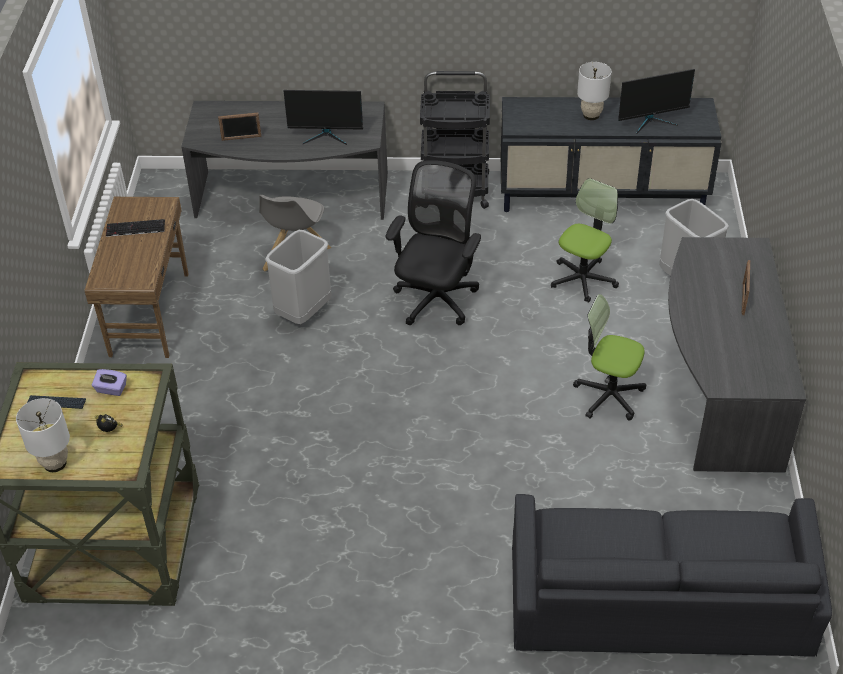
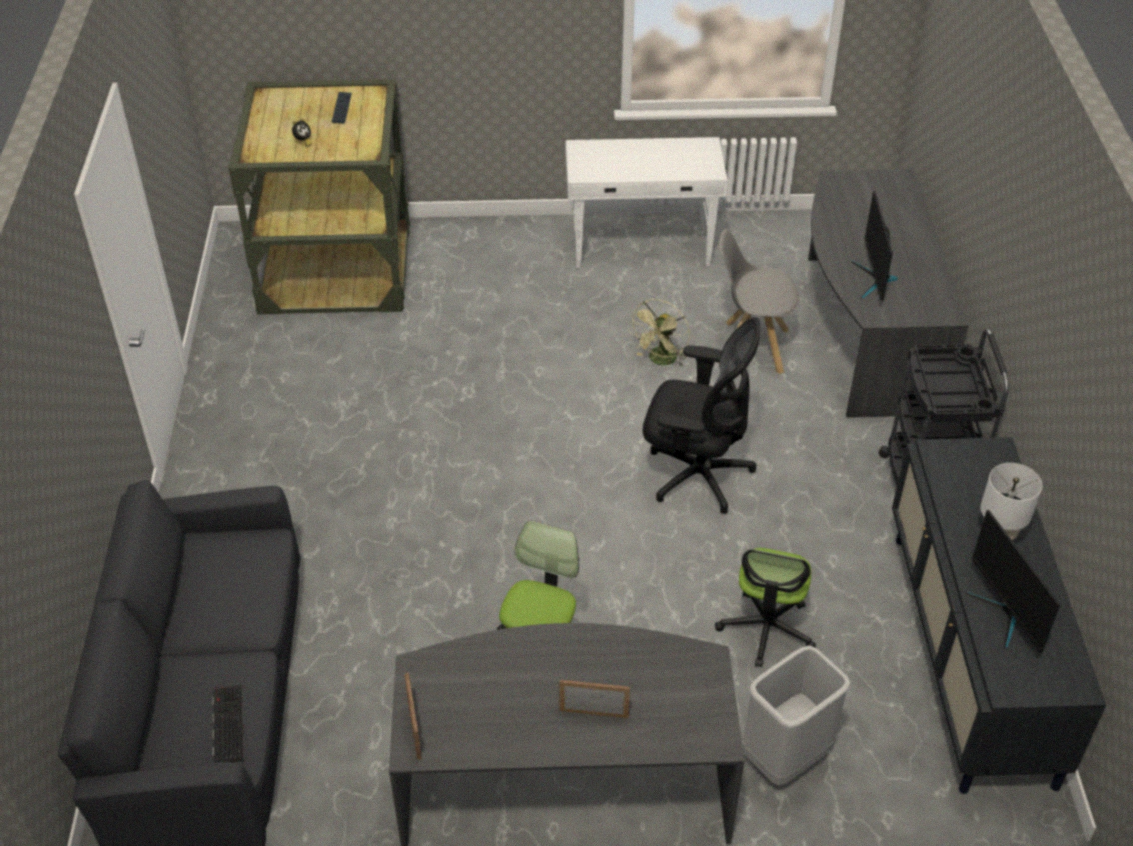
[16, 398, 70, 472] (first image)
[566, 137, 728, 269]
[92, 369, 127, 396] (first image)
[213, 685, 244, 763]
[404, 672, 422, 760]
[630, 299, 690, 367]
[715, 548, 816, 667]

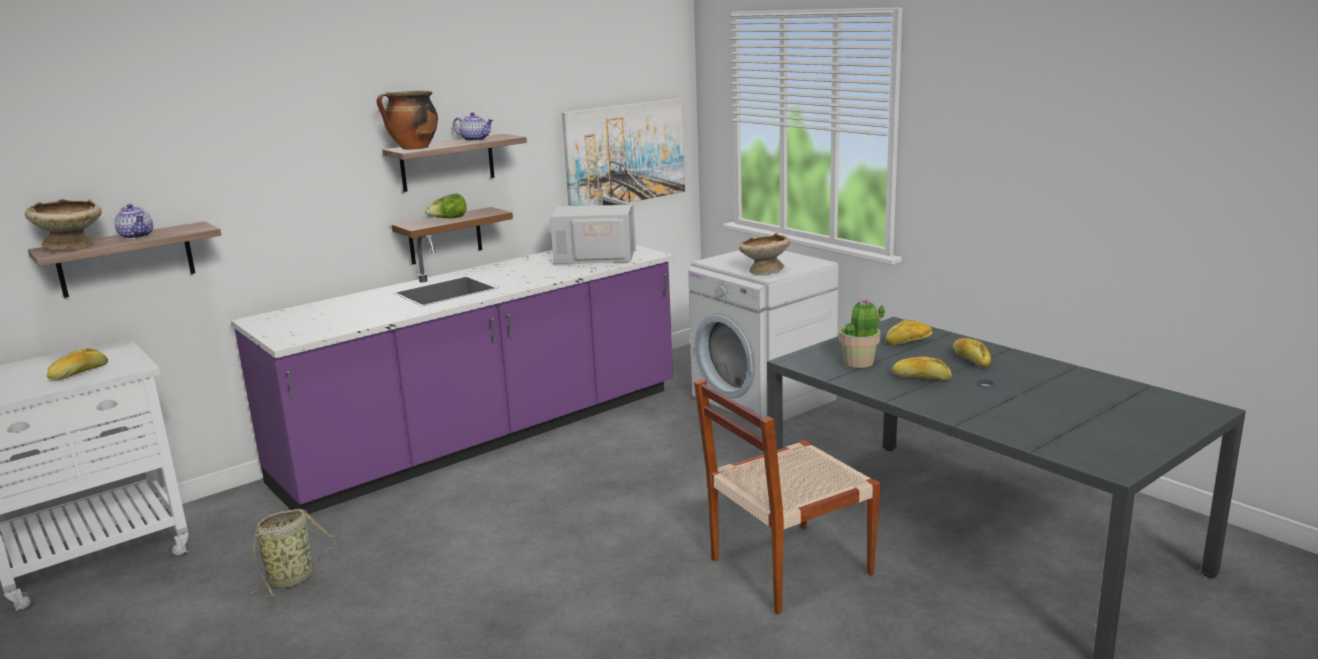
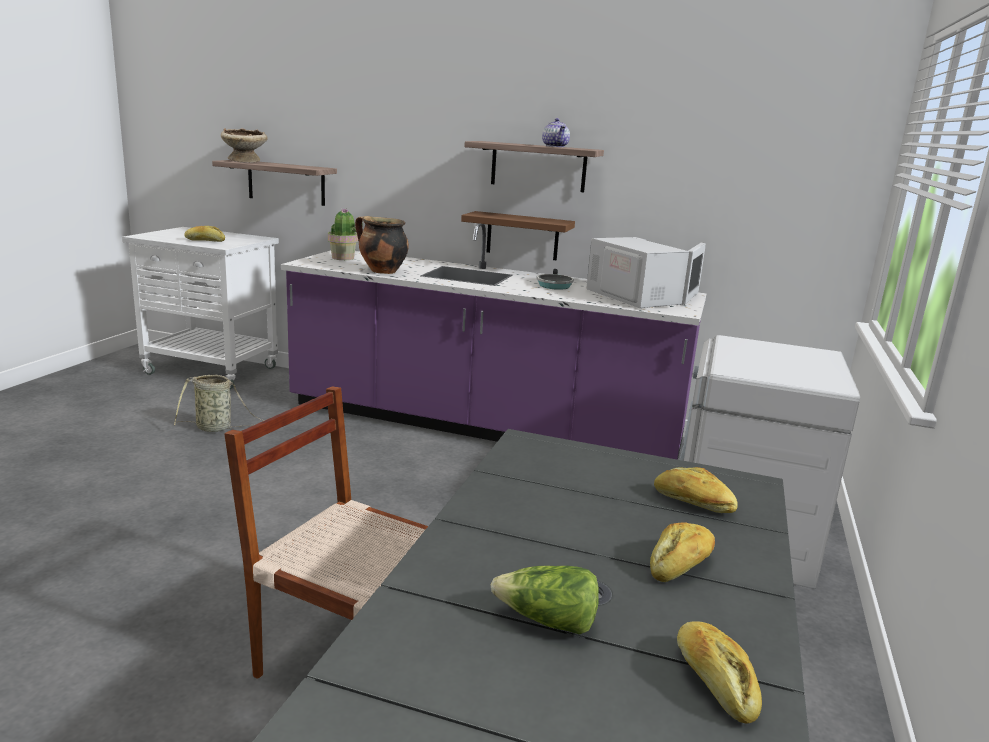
[114, 204, 153, 239] (first image)
[355, 216, 409, 274]
[491, 566, 599, 635]
[562, 98, 685, 206] (first image)
[739, 233, 790, 274] (first image)
[328, 208, 358, 260]
[677, 621, 762, 724]
[536, 269, 574, 290]

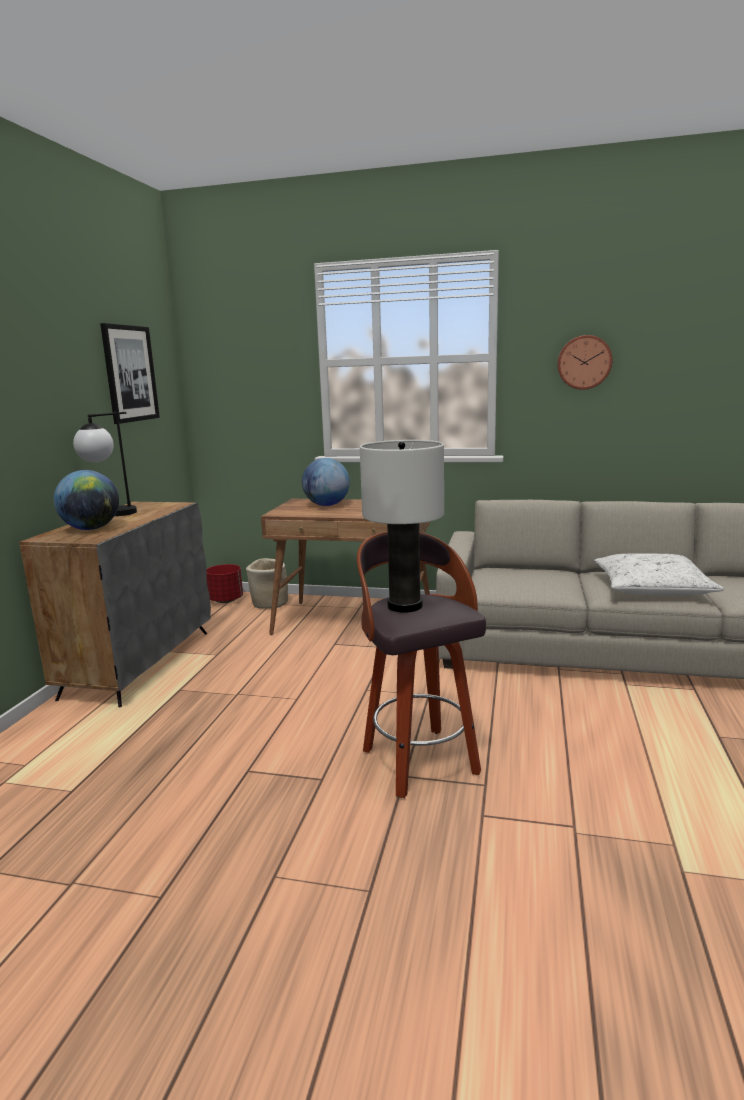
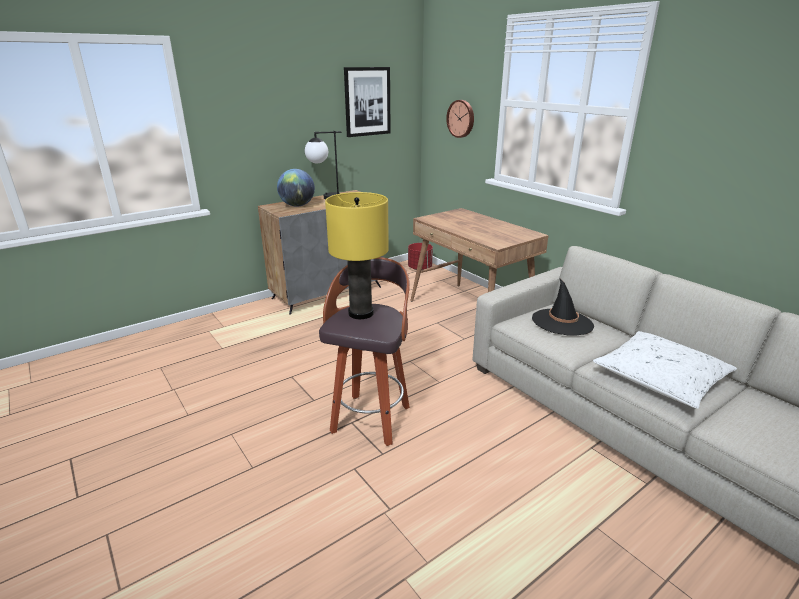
[246, 558, 288, 609] (first image)
[302, 458, 350, 506] (first image)
[325, 192, 389, 319]
[446, 100, 474, 138]
[532, 279, 594, 336]

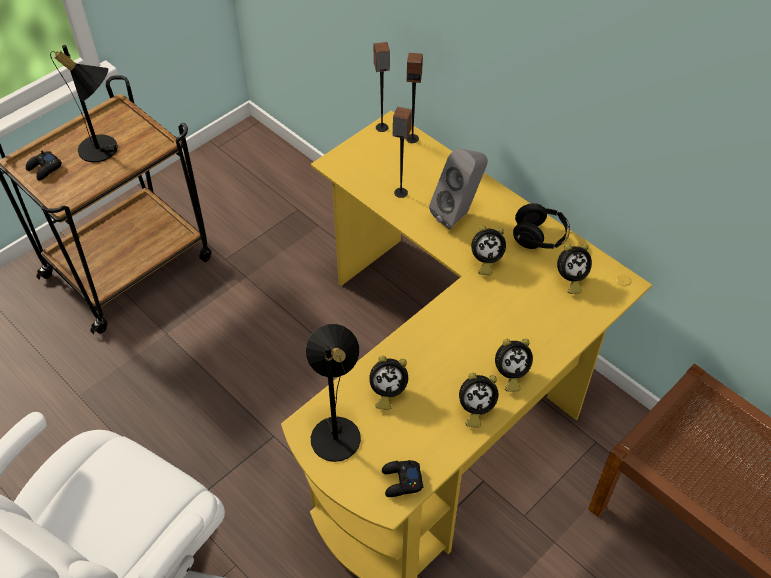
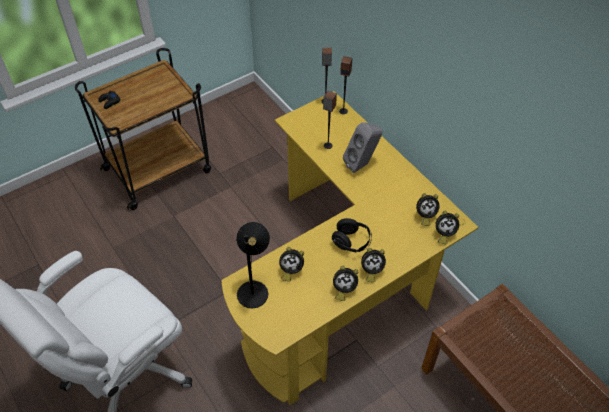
[50, 45, 118, 162] (first image)
[382, 460, 423, 497] (first image)
[435, 211, 459, 244]
[332, 218, 372, 253]

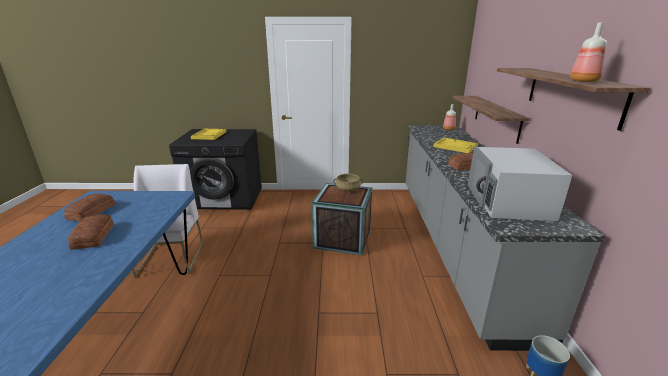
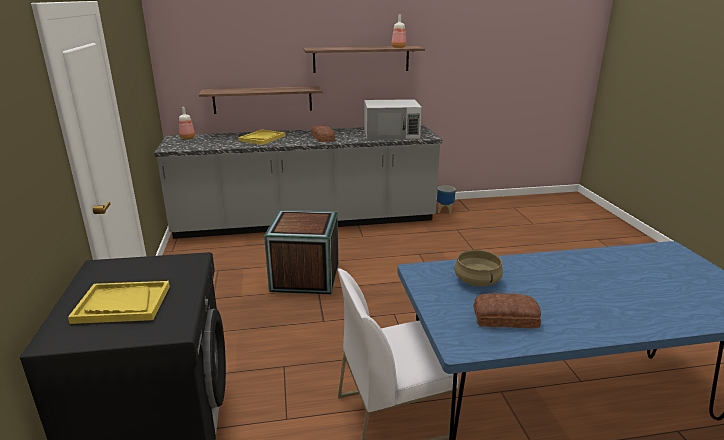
[68, 215, 114, 250] (first image)
[454, 249, 503, 286]

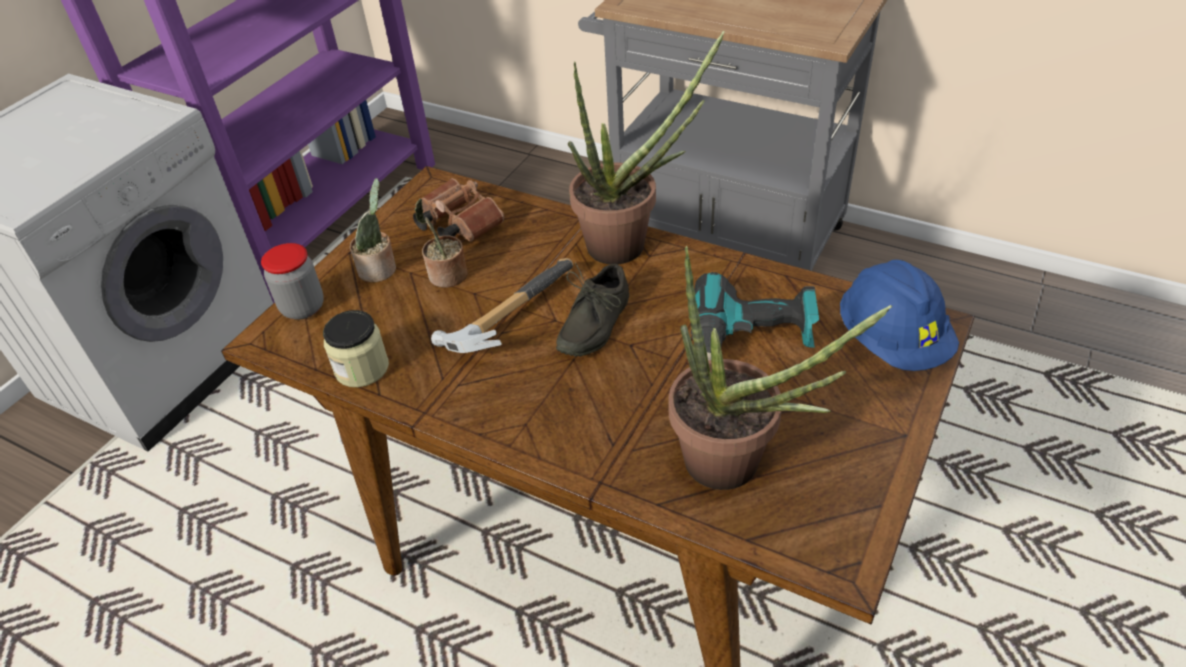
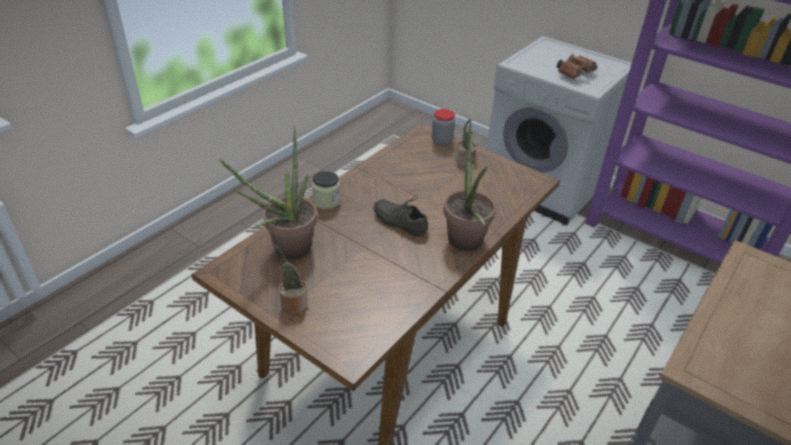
[312, 171, 340, 209]
[557, 54, 597, 79]
[273, 244, 308, 314]
[431, 258, 573, 353] (first image)
[691, 272, 819, 360] (first image)
[840, 260, 959, 371] (first image)

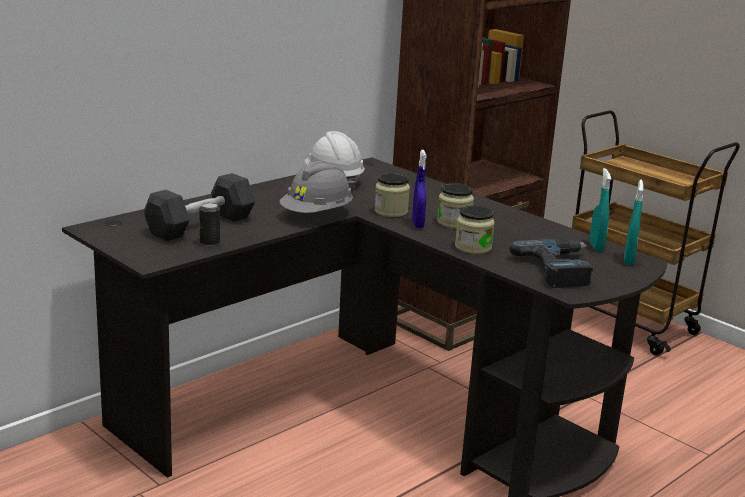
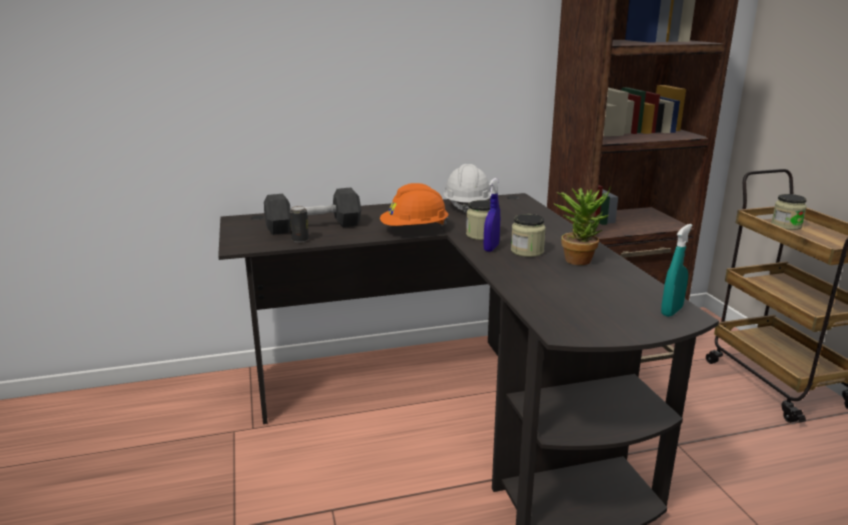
[380, 183, 448, 226]
[771, 194, 807, 230]
[509, 239, 594, 288] (first image)
[590, 168, 611, 252] (first image)
[555, 187, 611, 265]

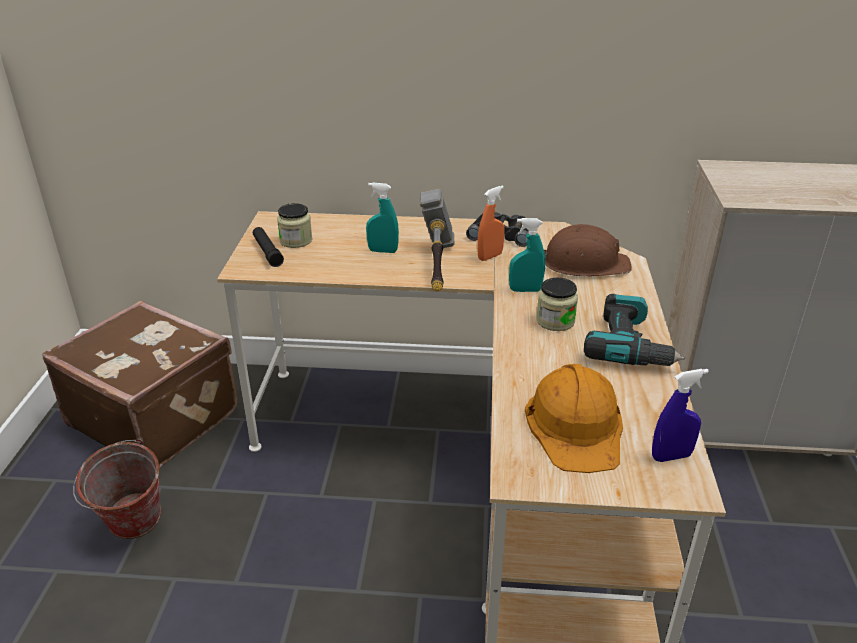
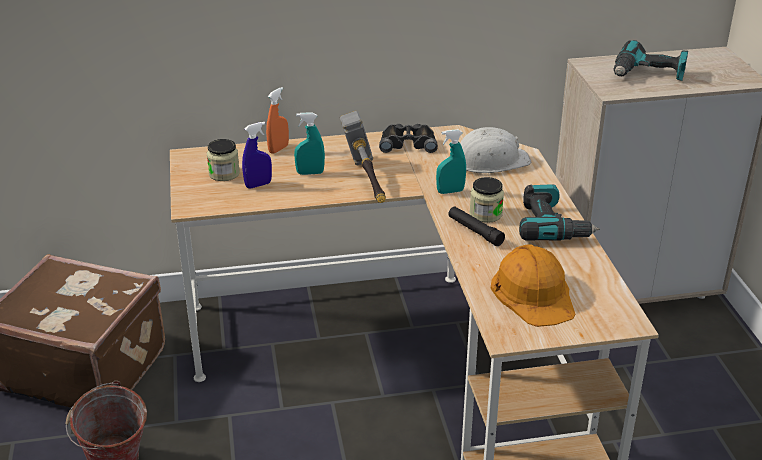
[449, 207, 505, 246]
[266, 87, 289, 154]
[460, 127, 531, 173]
[242, 122, 272, 188]
[613, 40, 688, 81]

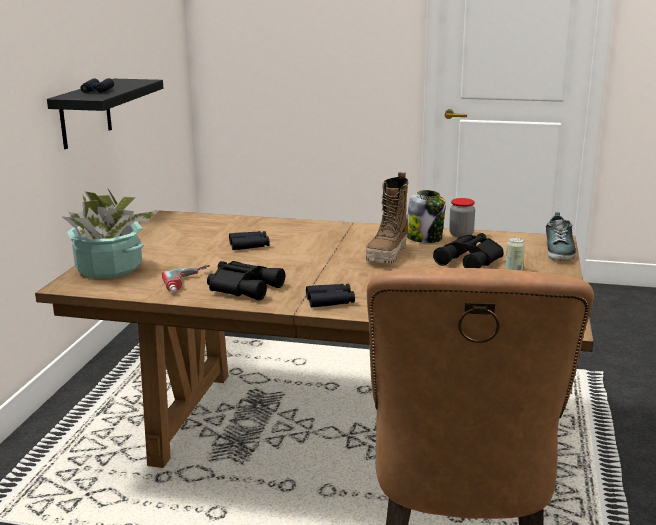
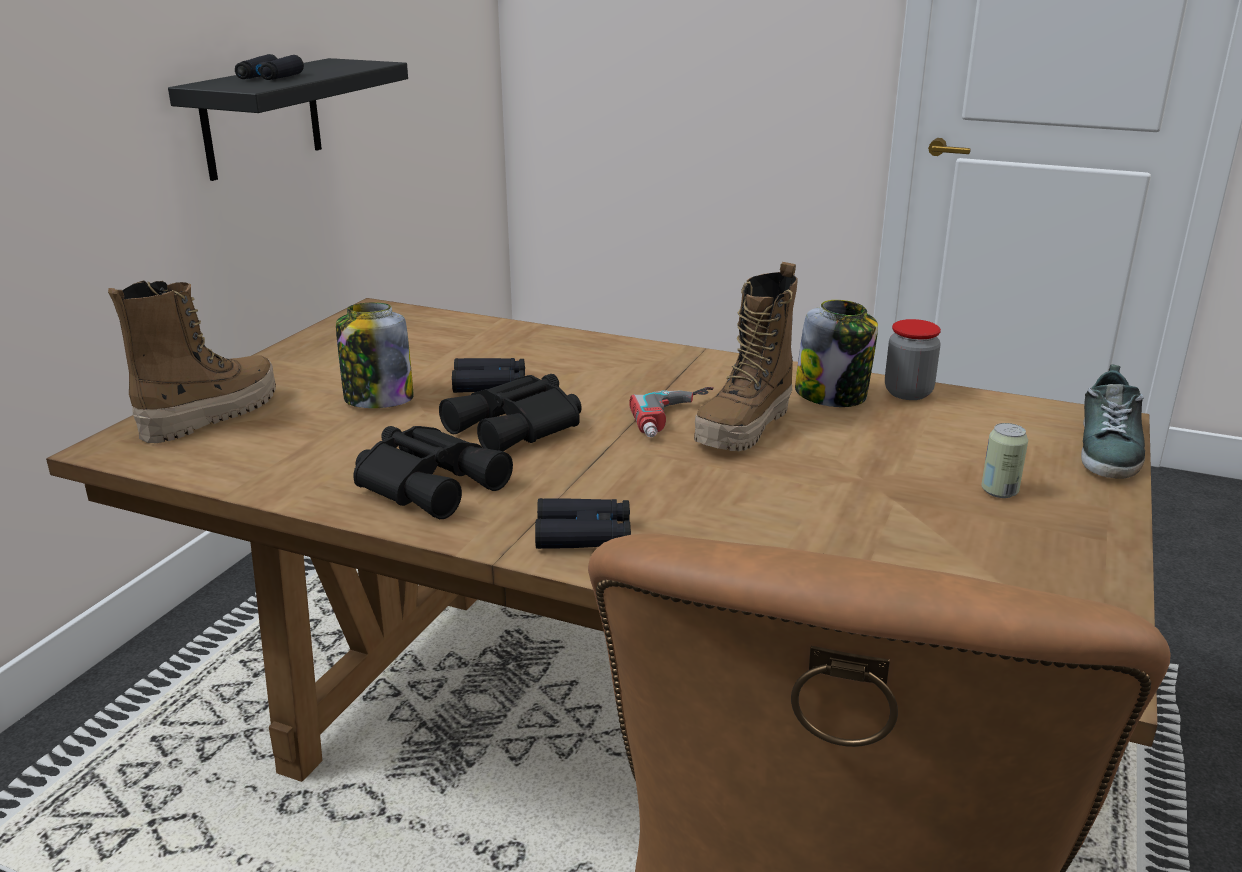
[108, 281, 276, 443]
[629, 387, 714, 437]
[439, 374, 582, 451]
[336, 303, 414, 408]

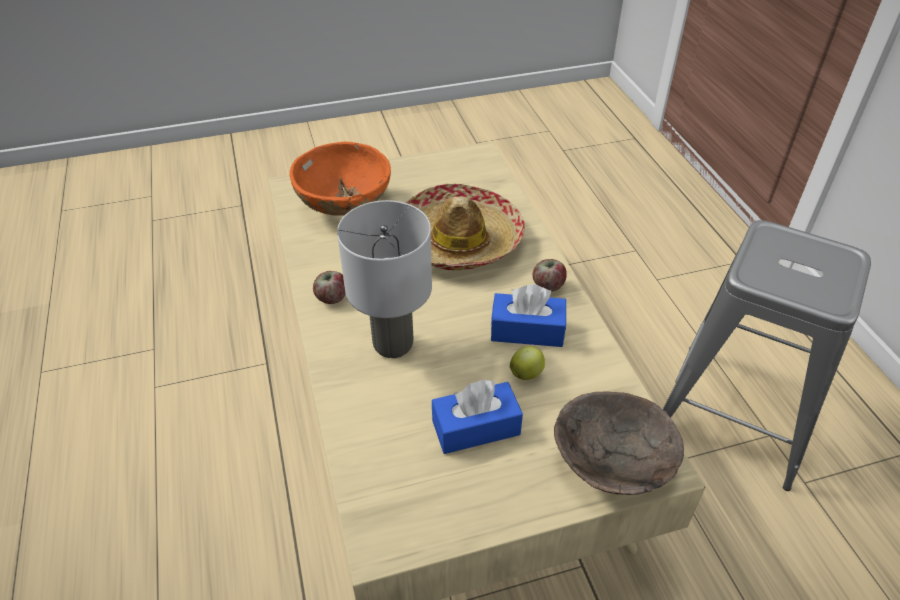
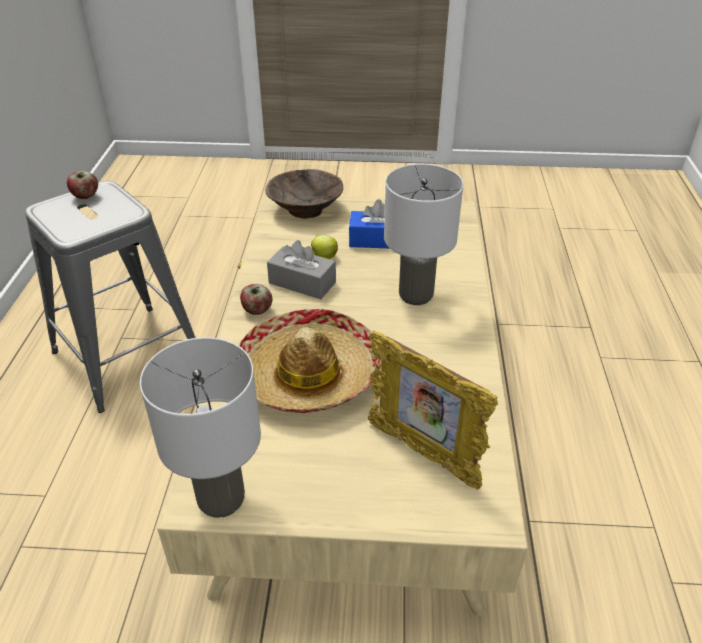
[368, 330, 498, 490]
[67, 171, 98, 199]
[267, 240, 336, 299]
[140, 337, 261, 518]

